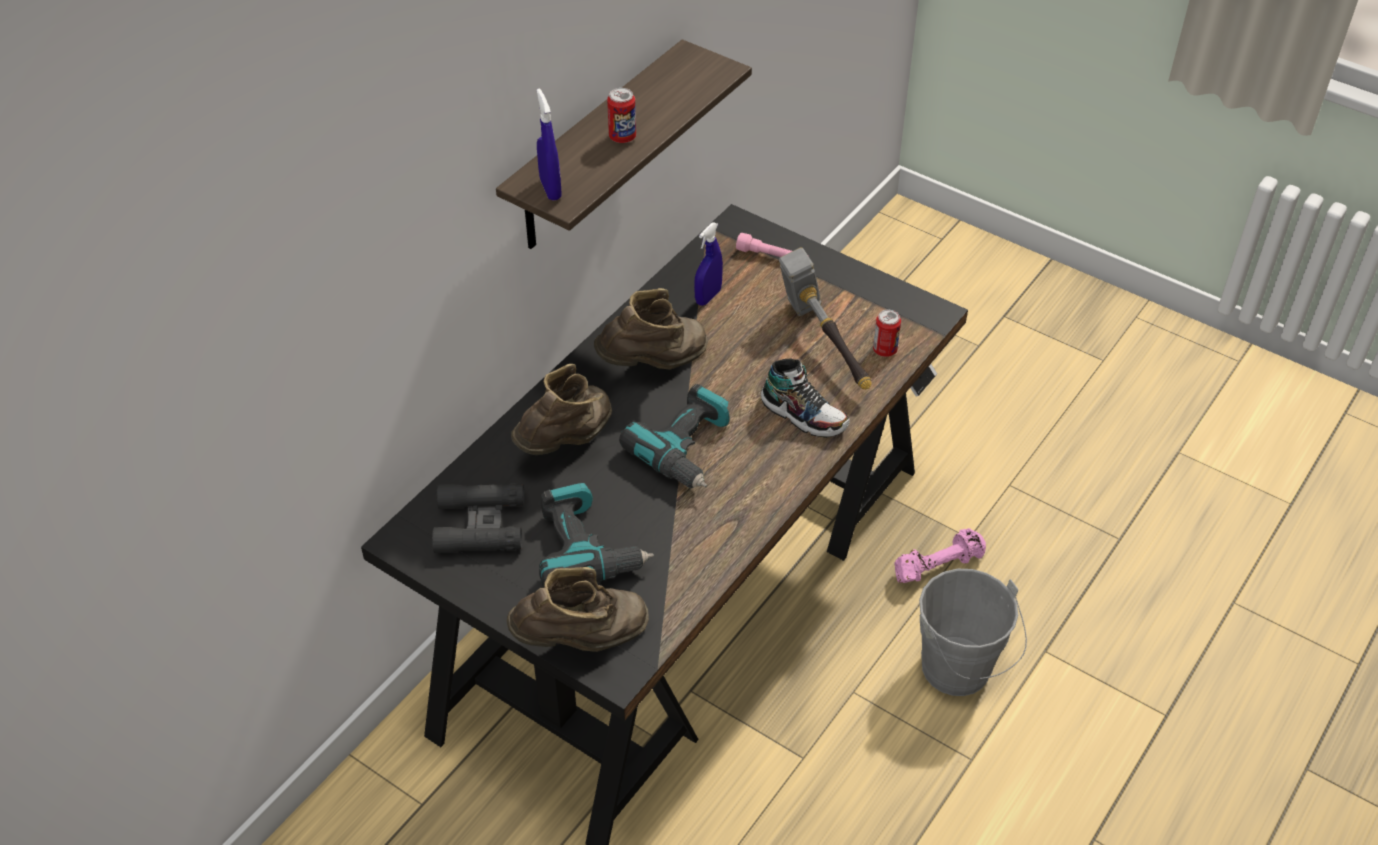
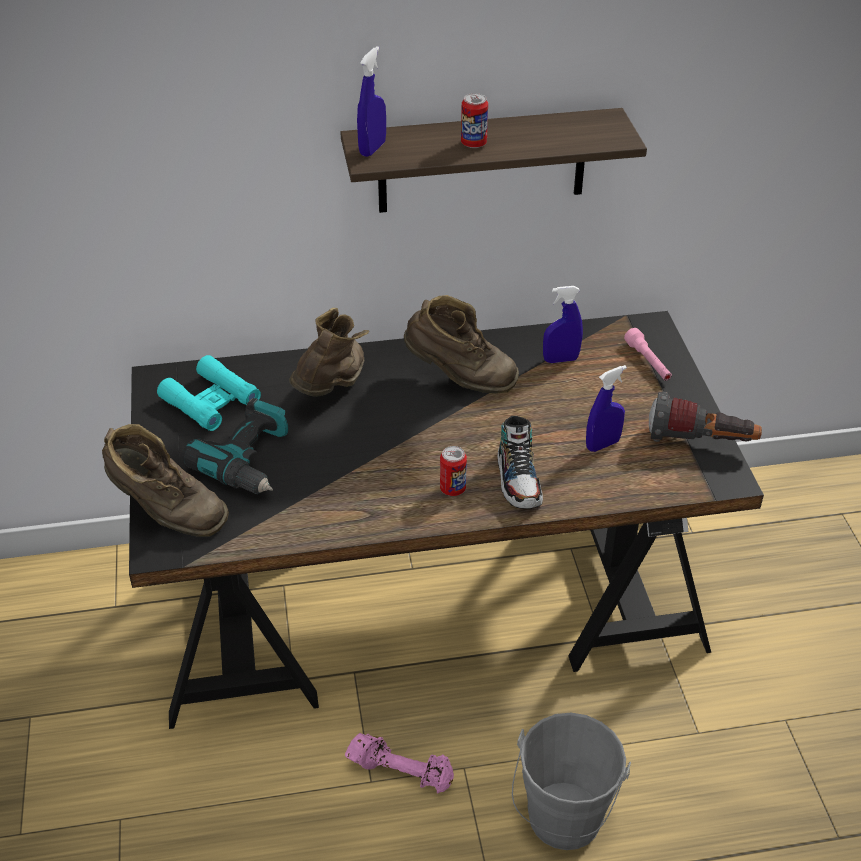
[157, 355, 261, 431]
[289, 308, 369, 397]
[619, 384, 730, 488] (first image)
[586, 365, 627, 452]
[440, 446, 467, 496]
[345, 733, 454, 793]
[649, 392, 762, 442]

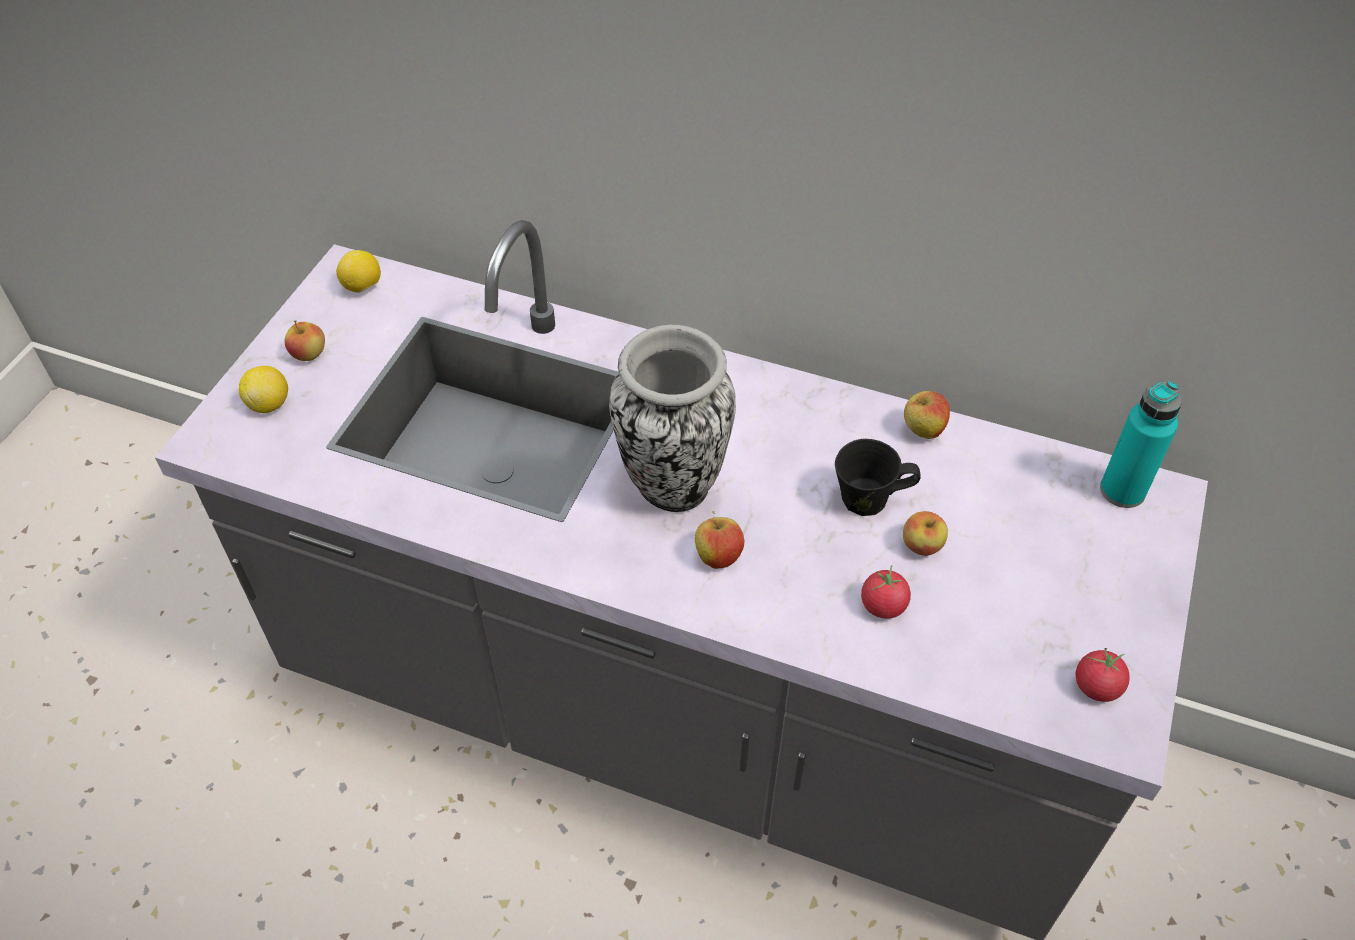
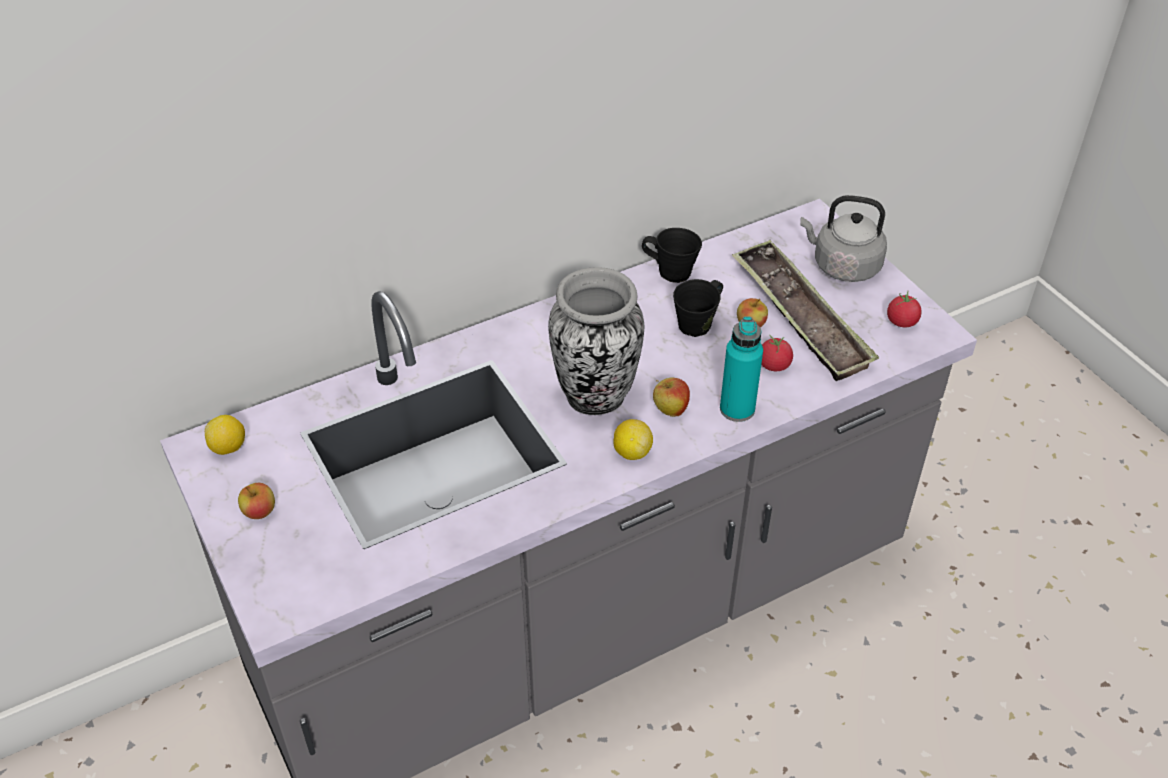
[613, 419, 653, 460]
[642, 228, 702, 283]
[720, 316, 763, 422]
[732, 240, 879, 381]
[800, 195, 887, 282]

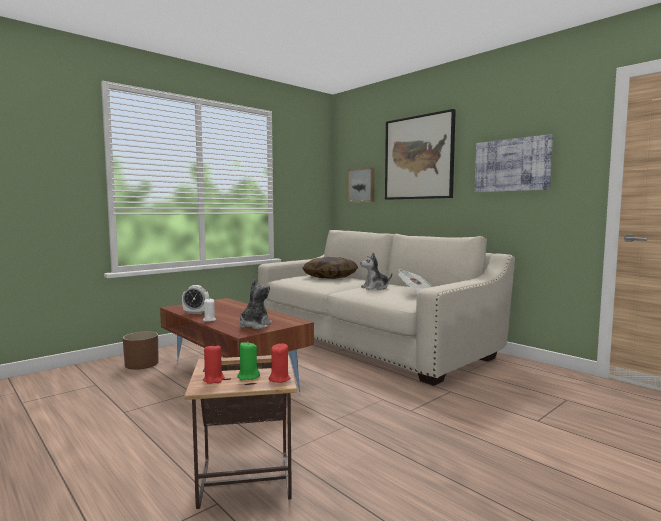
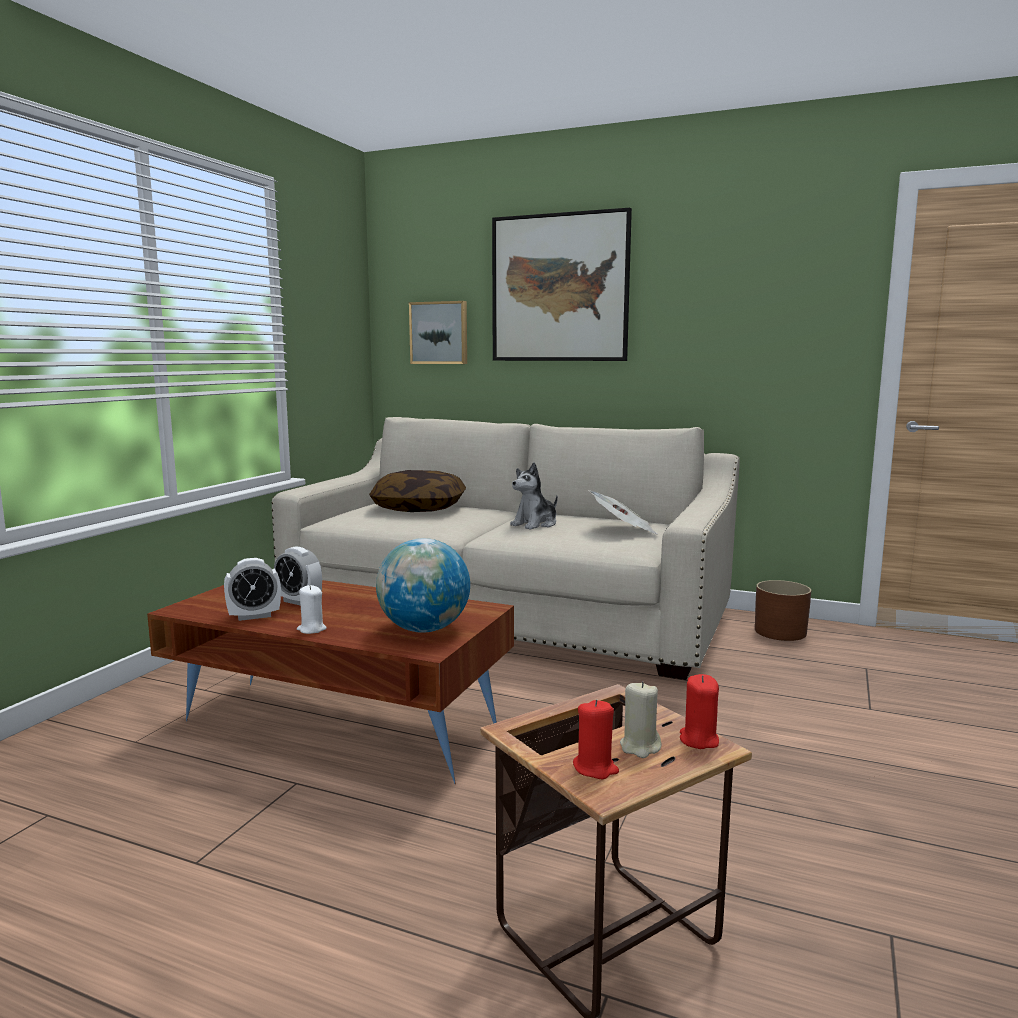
[755, 580, 811, 641]
[620, 681, 661, 758]
[376, 538, 470, 633]
[475, 134, 553, 192] (first image)
[274, 546, 322, 606]

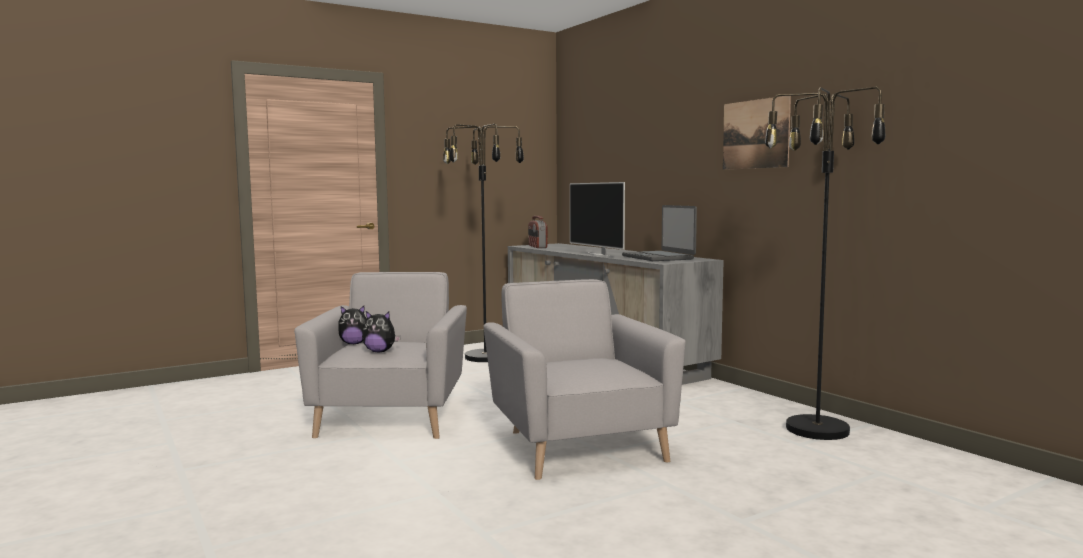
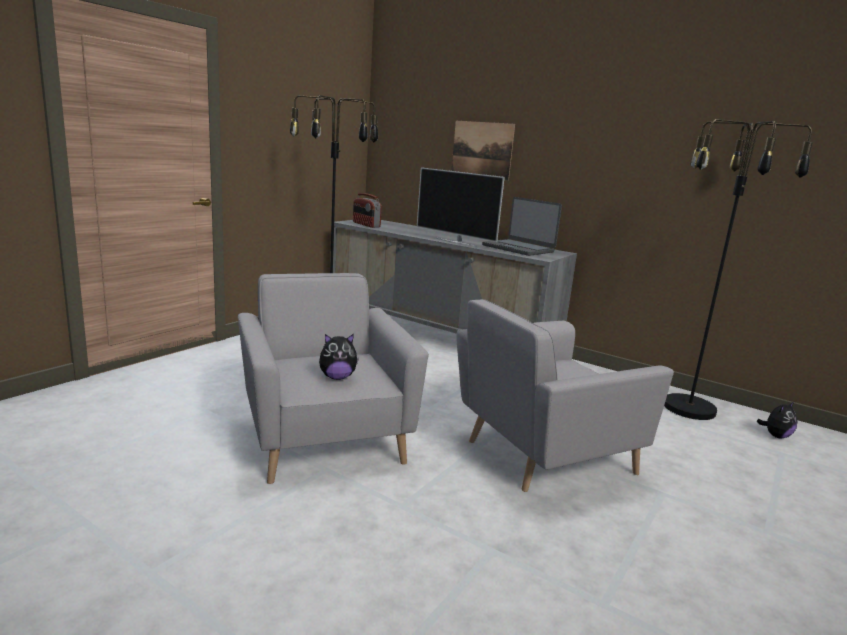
[756, 402, 798, 439]
[456, 299, 674, 492]
[451, 121, 515, 181]

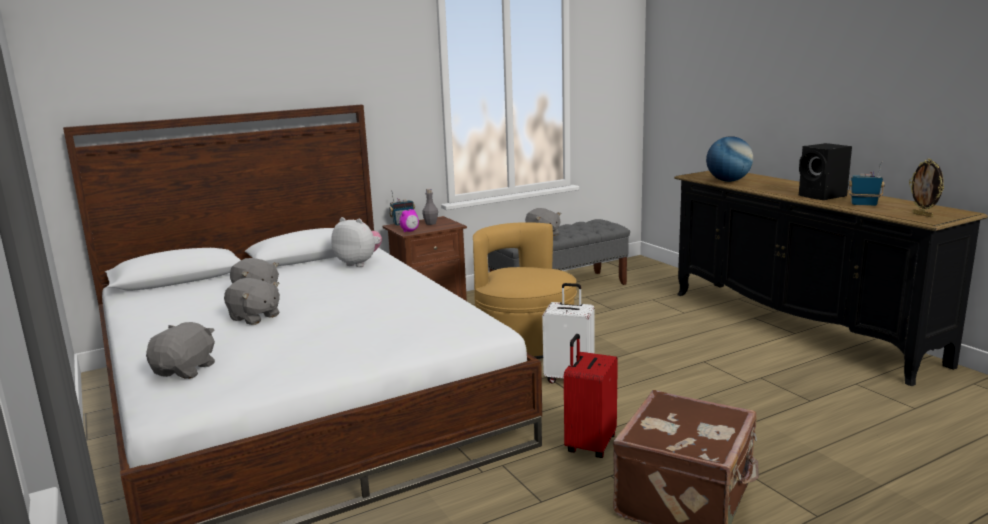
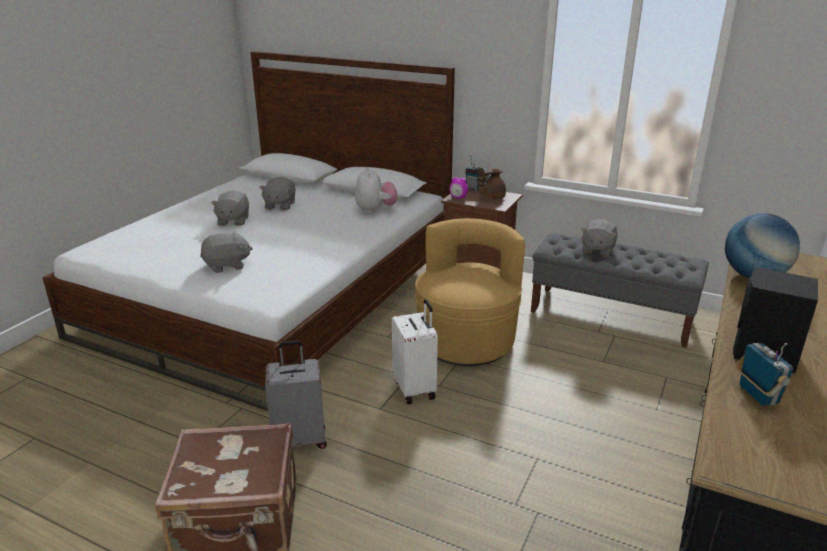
[200, 231, 253, 273]
[478, 167, 506, 200]
[265, 340, 327, 449]
[909, 159, 944, 217] (first image)

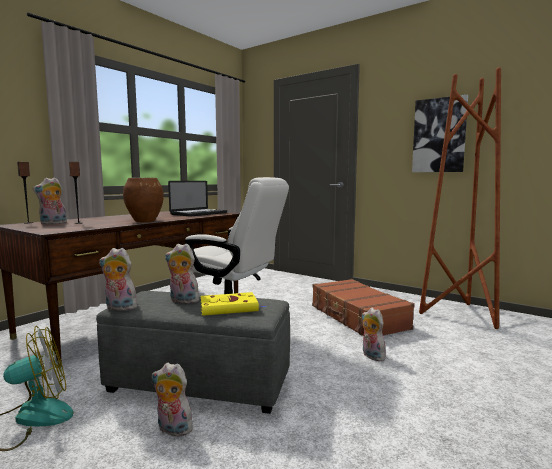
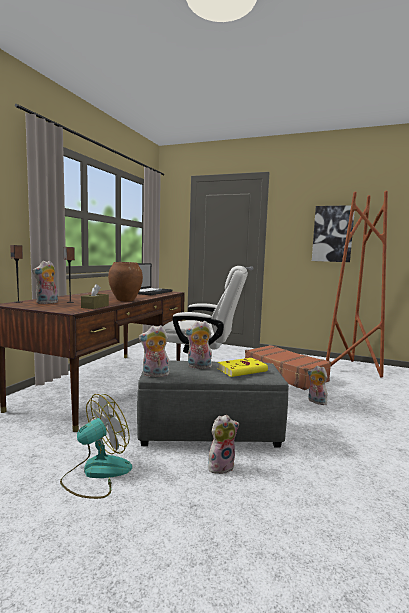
[208, 415, 239, 474]
[81, 284, 109, 309]

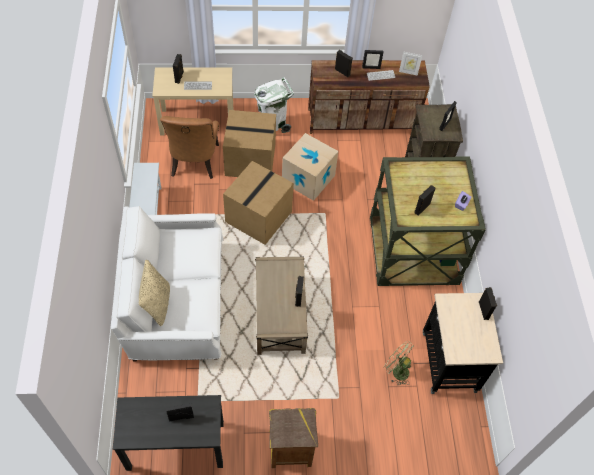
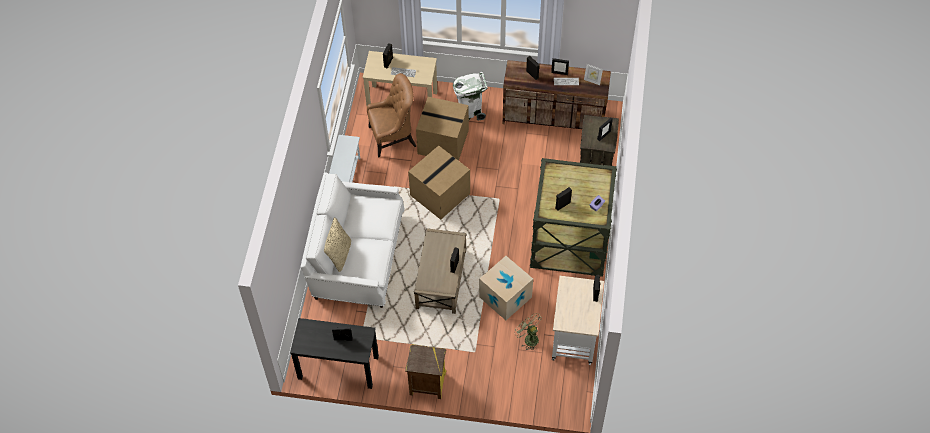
[367, 73, 416, 157]
[479, 256, 533, 320]
[552, 276, 604, 365]

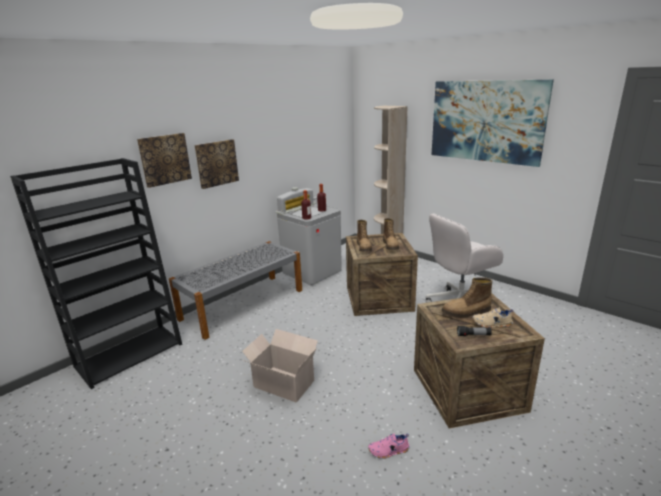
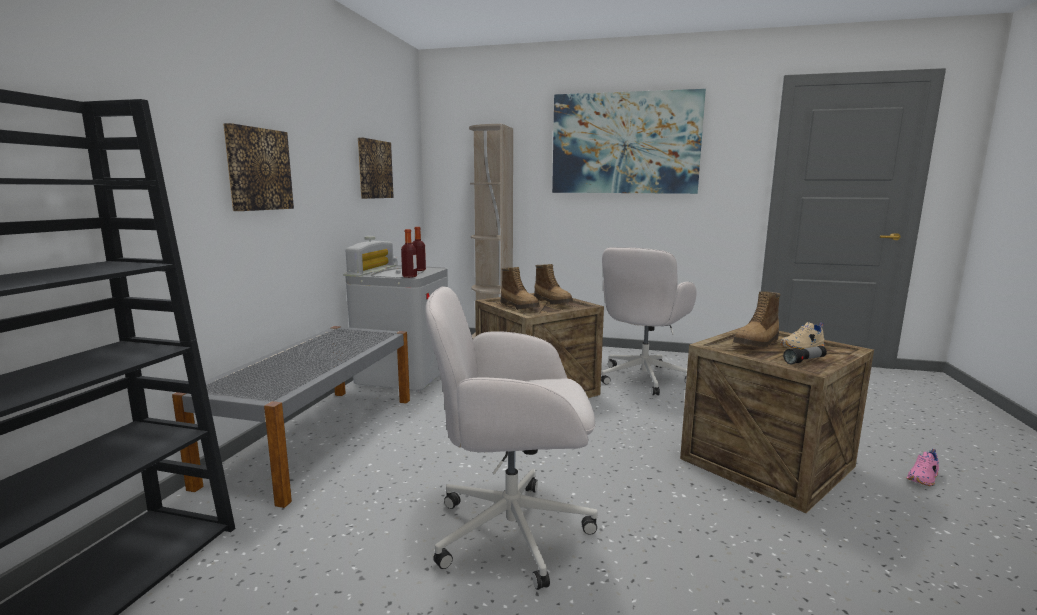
[358, 137, 394, 199]
[425, 286, 598, 590]
[907, 449, 939, 486]

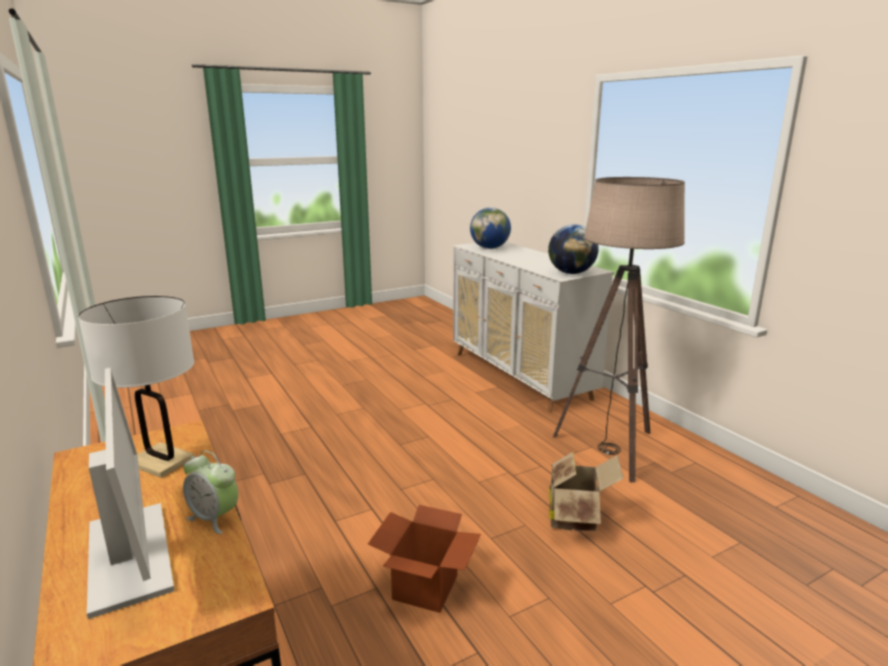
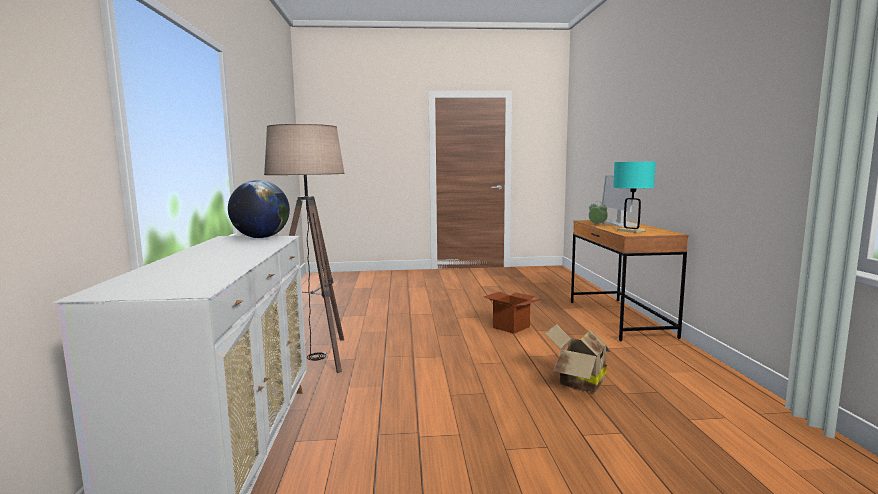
[613, 162, 656, 233]
[470, 207, 511, 249] (first image)
[545, 324, 610, 392]

